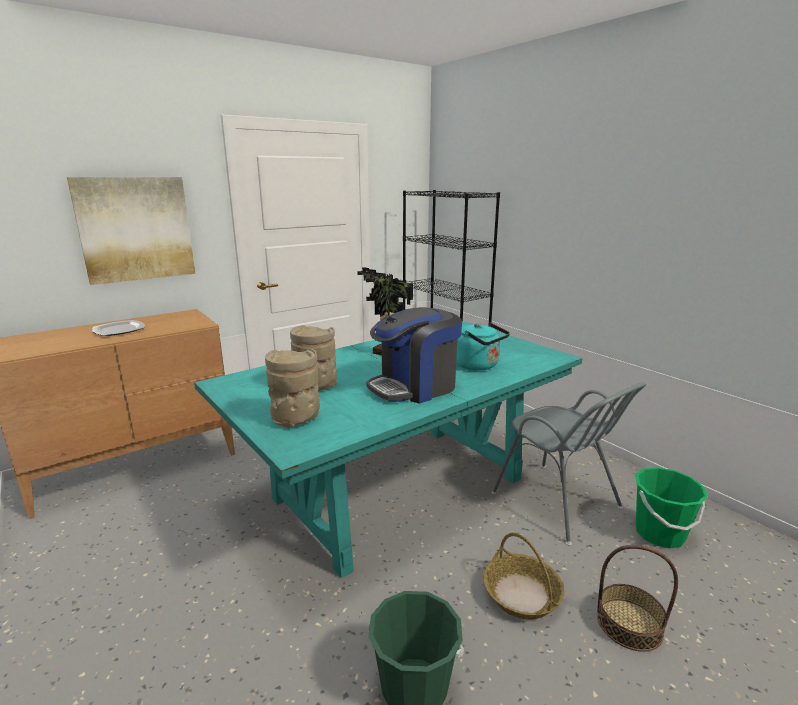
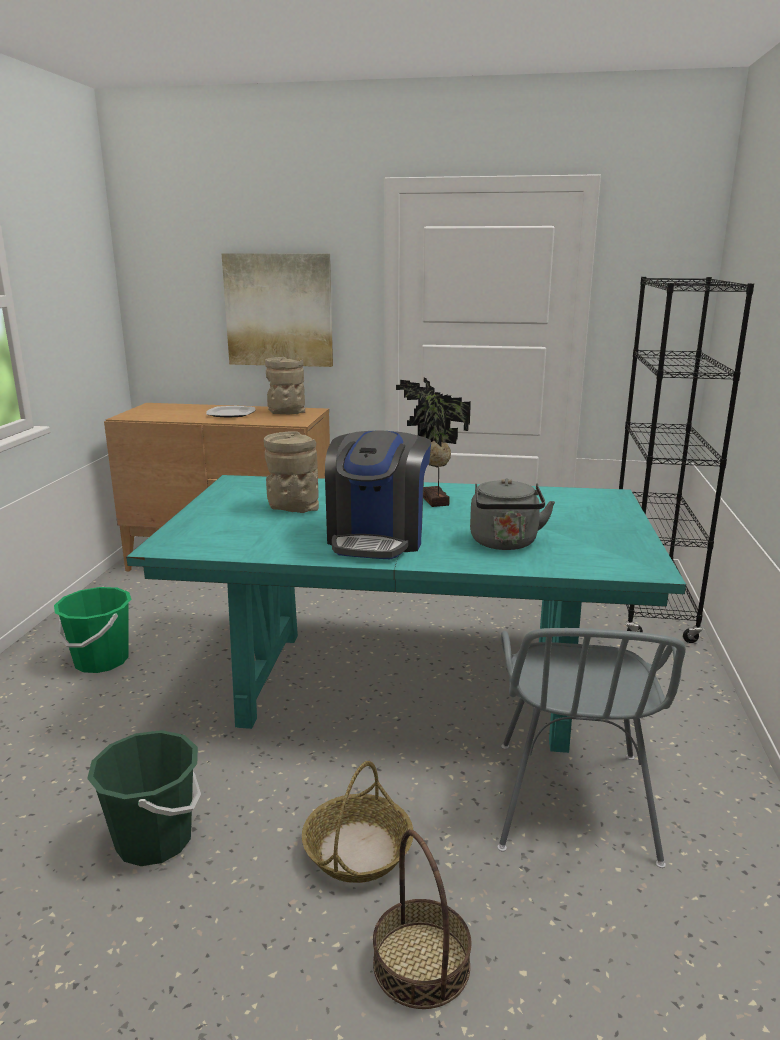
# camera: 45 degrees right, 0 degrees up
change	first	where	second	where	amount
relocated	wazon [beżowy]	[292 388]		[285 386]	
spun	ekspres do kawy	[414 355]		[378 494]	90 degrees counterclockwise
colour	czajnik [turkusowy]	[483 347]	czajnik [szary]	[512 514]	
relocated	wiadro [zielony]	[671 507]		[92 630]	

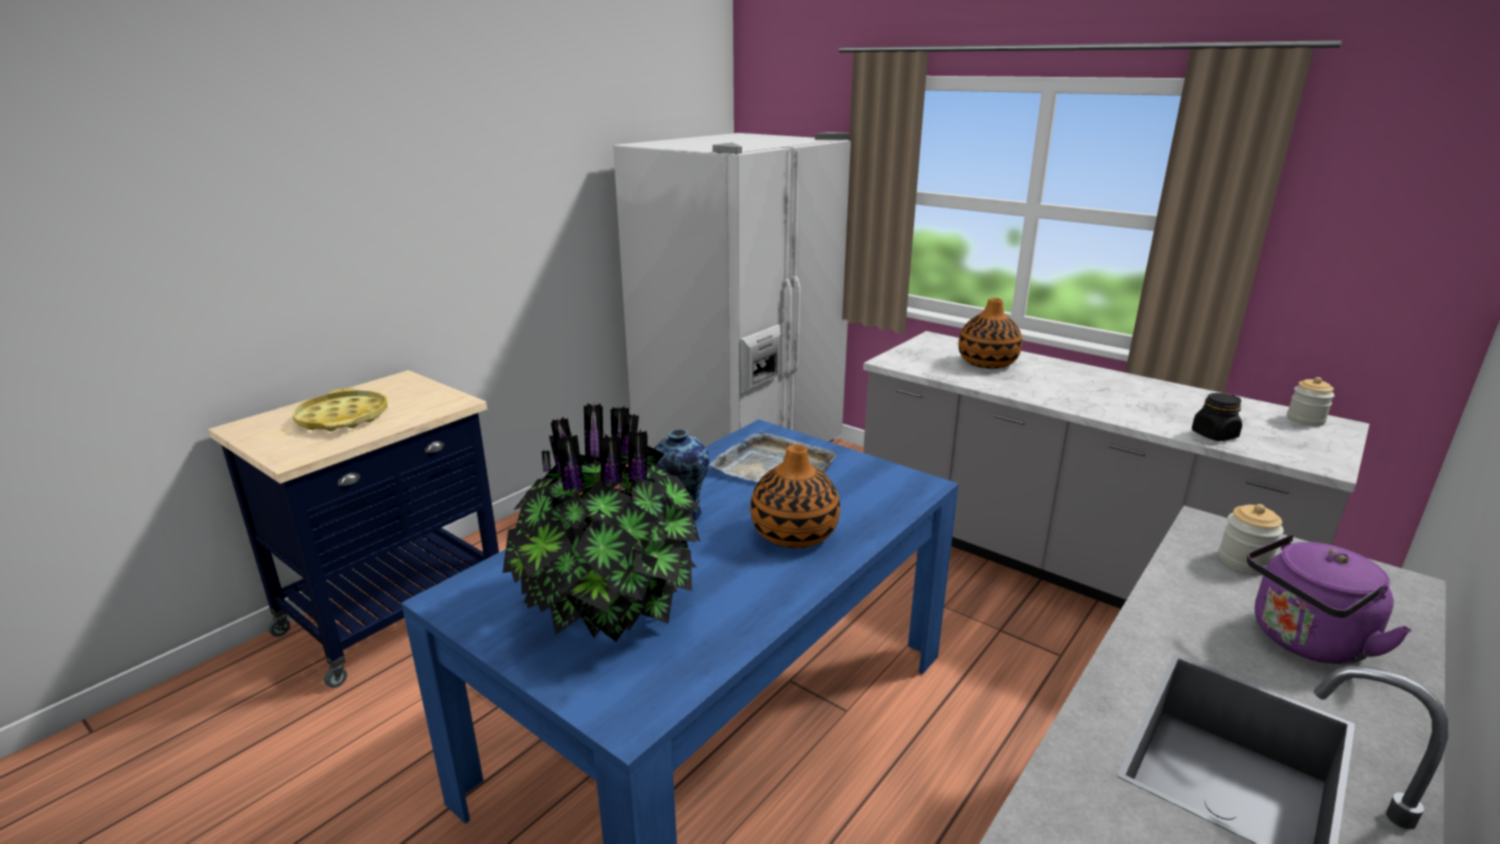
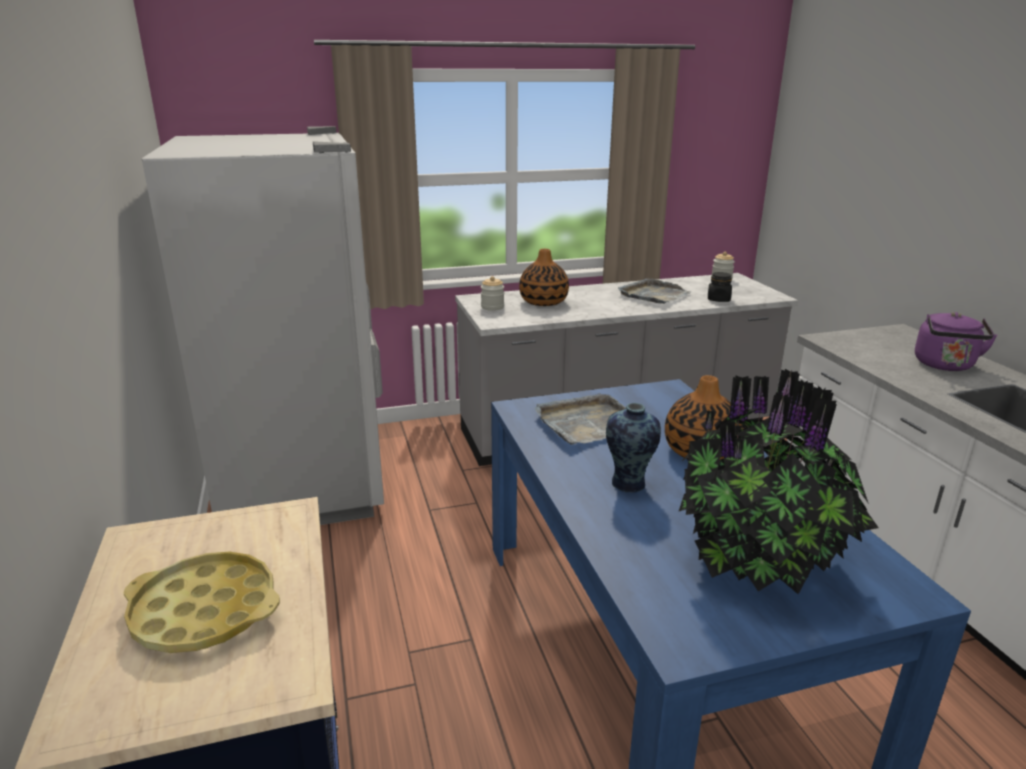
# camera: 55 degrees left, 0 degrees up
change	first	where	second	where	amount
relocated	słoik	[1251 539]		[492 293]	
appeared			taca [szary]	[654 291]	

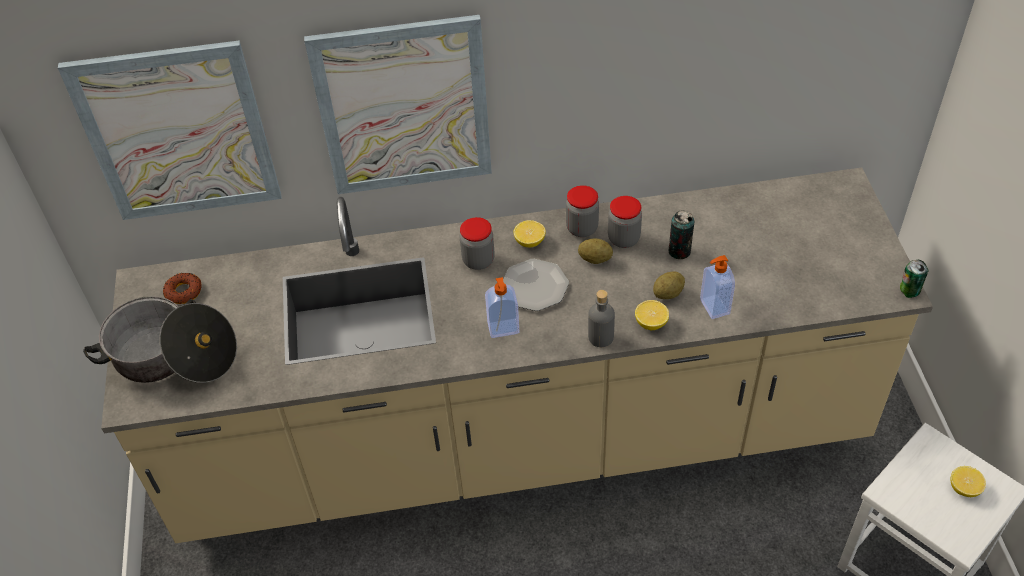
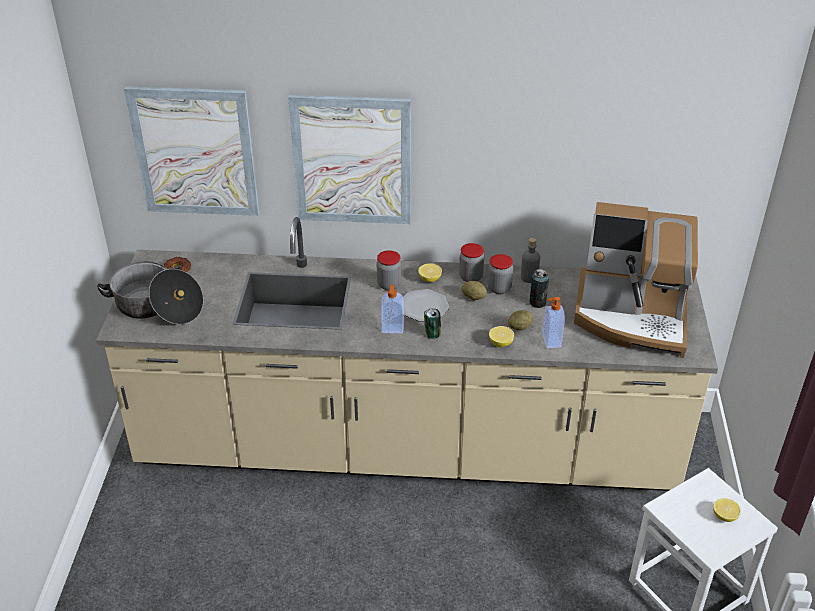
# camera: 10 degrees right, 10 degrees down
change	first	where	second	where	amount
relocated	butelka [szary]	[601 318]		[530 260]	
relocated	puszka	[914 279]		[432 323]	
appeared			ekspres do kawy	[636 280]	

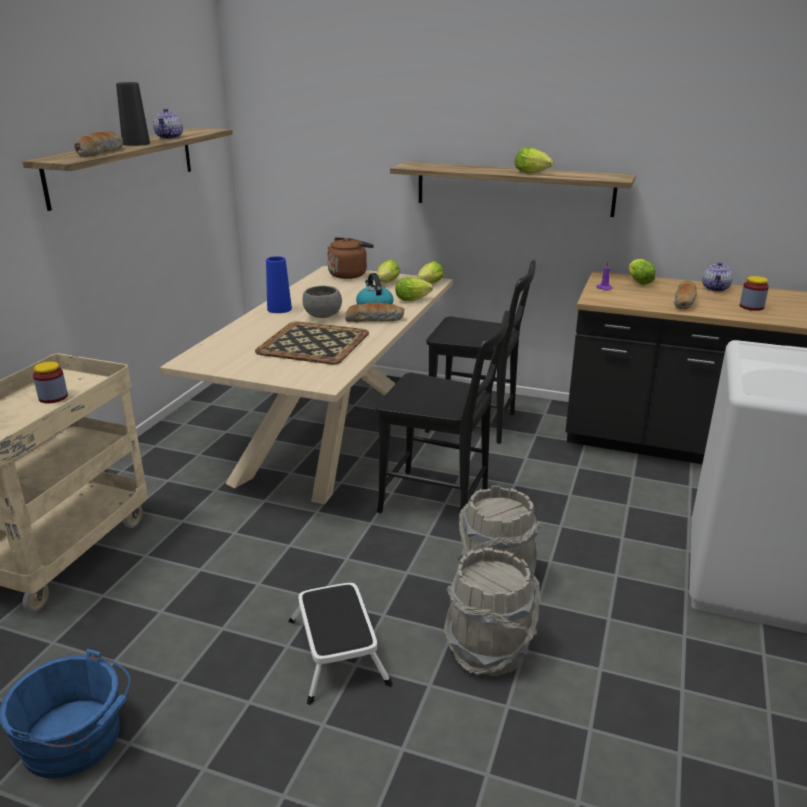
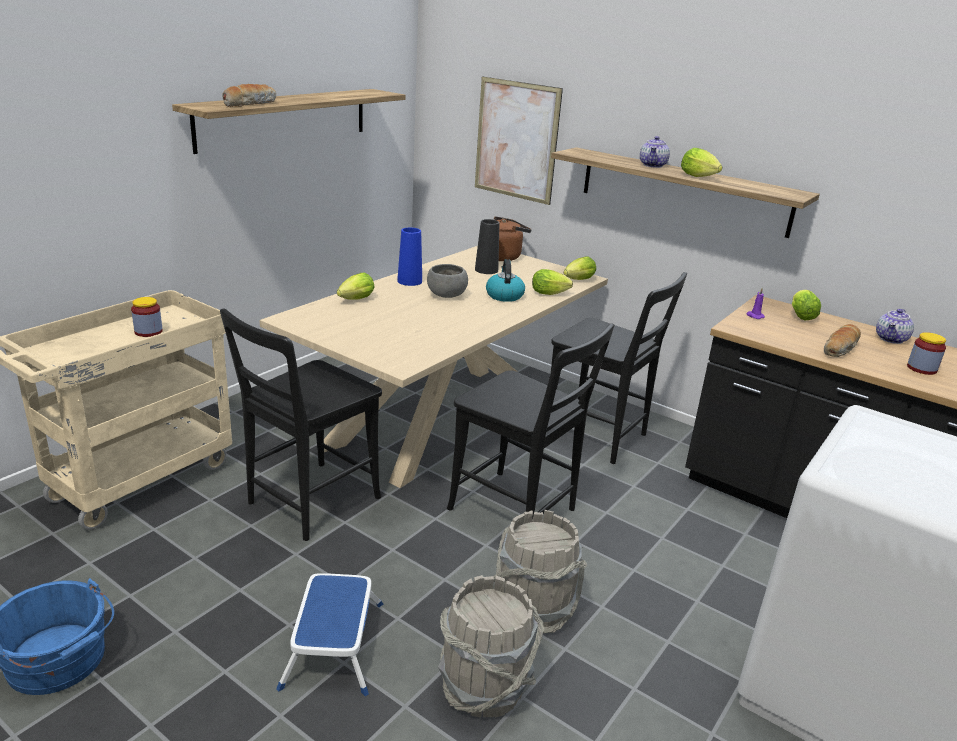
# camera: 15 degrees right, 0 degrees up
change	first	where	second	where	amount
relocated	wazon [czarny]	[133 114]		[487 246]	
relocated	imbryk	[168 123]		[655 152]	
missing	taca	[312 342]			
colour	drabinka [czarny]	[340 644]	drabinka [niebieski]	[330 634]	
missing	chleb	[375 312]			
relocated	sałata	[388 271]		[356 286]	
appeared			krzesło [czarny]	[301 425]	
appeared			obraz	[519 141]	

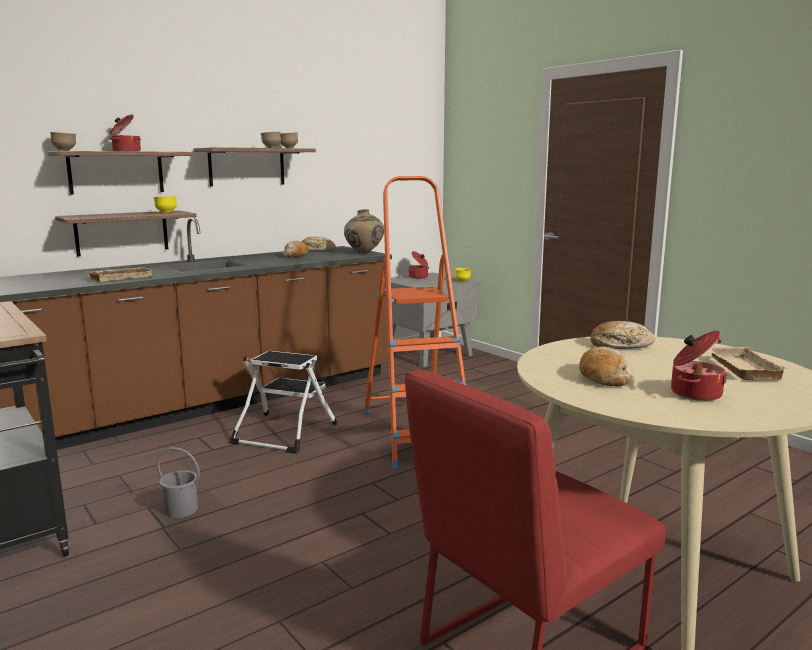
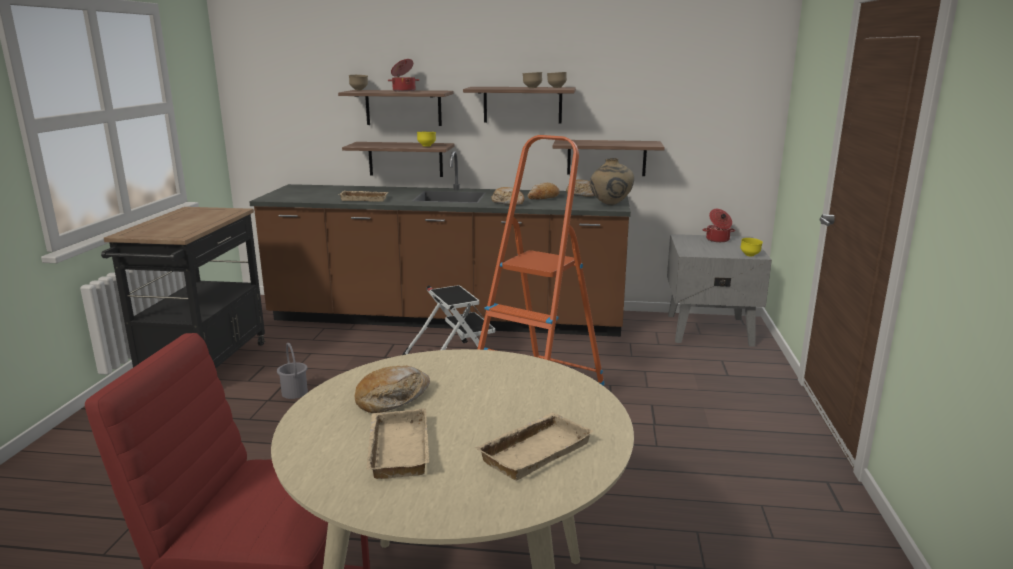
# camera: 45 degrees right, 5 degrees up
change	first	where	second	where	amount
relocated	chleb	[622 335]		[508 196]	
exchanged	garnek	[699 366]	taca [beżowy]	[397 443]	
appeared			półka	[609 158]	

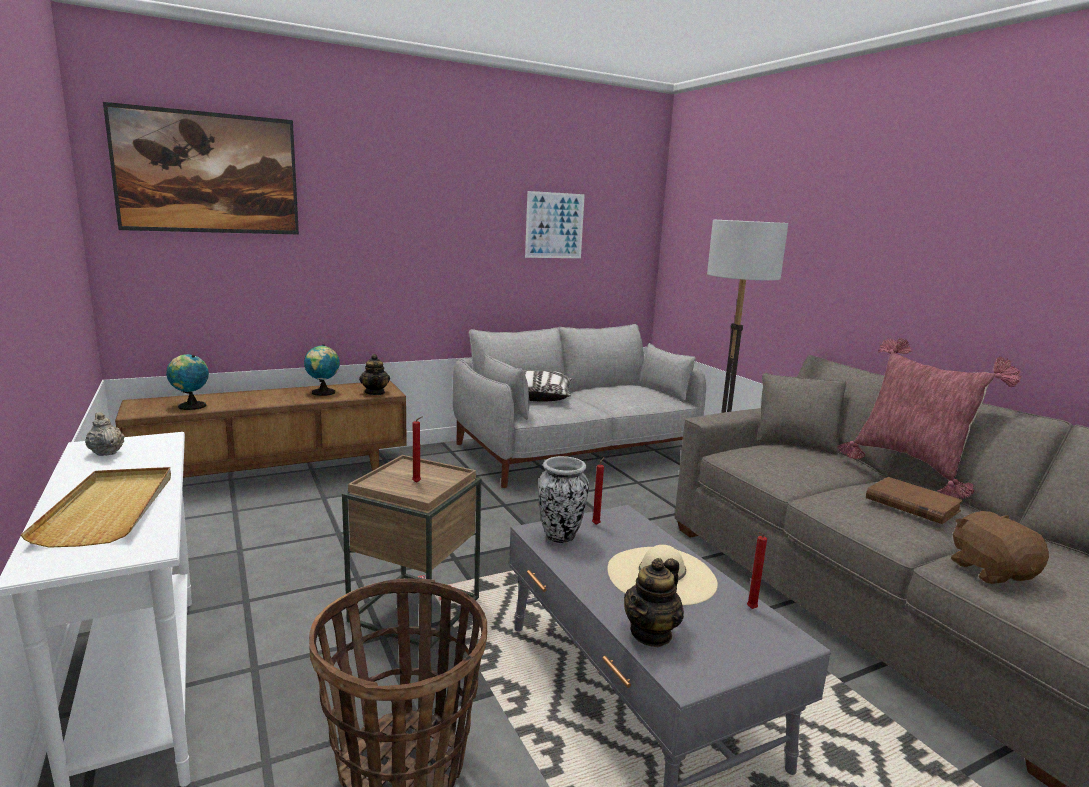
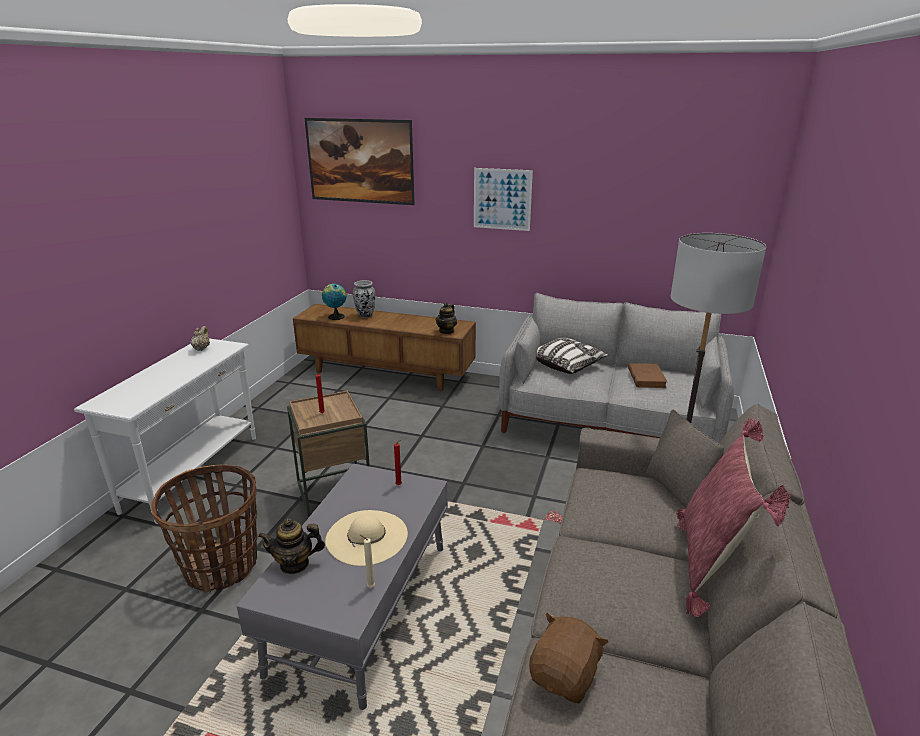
# camera: 45 degrees right, 10 degrees up
change	first	where	second	where	amount
missing	taca [beżowy]	[96 507]			
missing	globus	[322 370]			
relocated	obraz	[555 224]		[503 199]	
relocated	wazon	[563 500]		[364 299]	
colour	świeca [czerwony]	[757 570]	świeca [beżowy]	[367 561]	
relocated	książka [brązowy]	[914 500]		[647 375]	

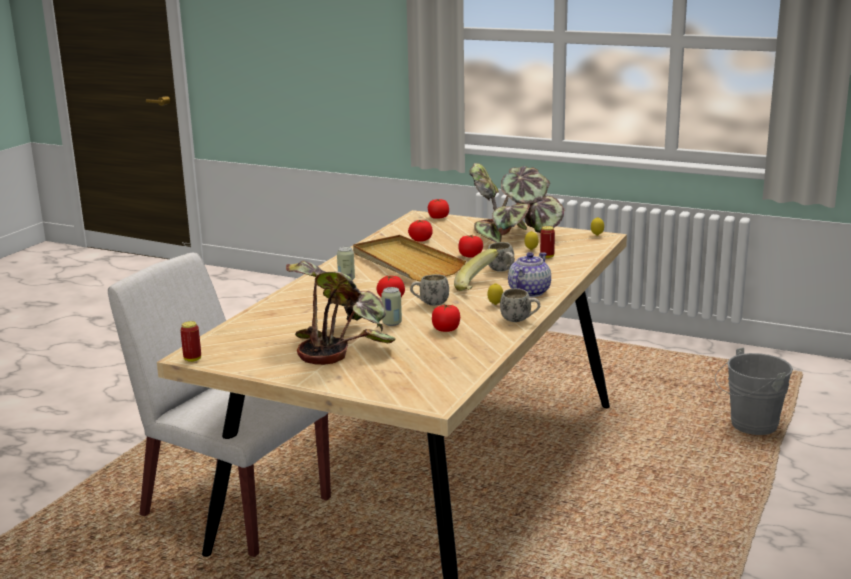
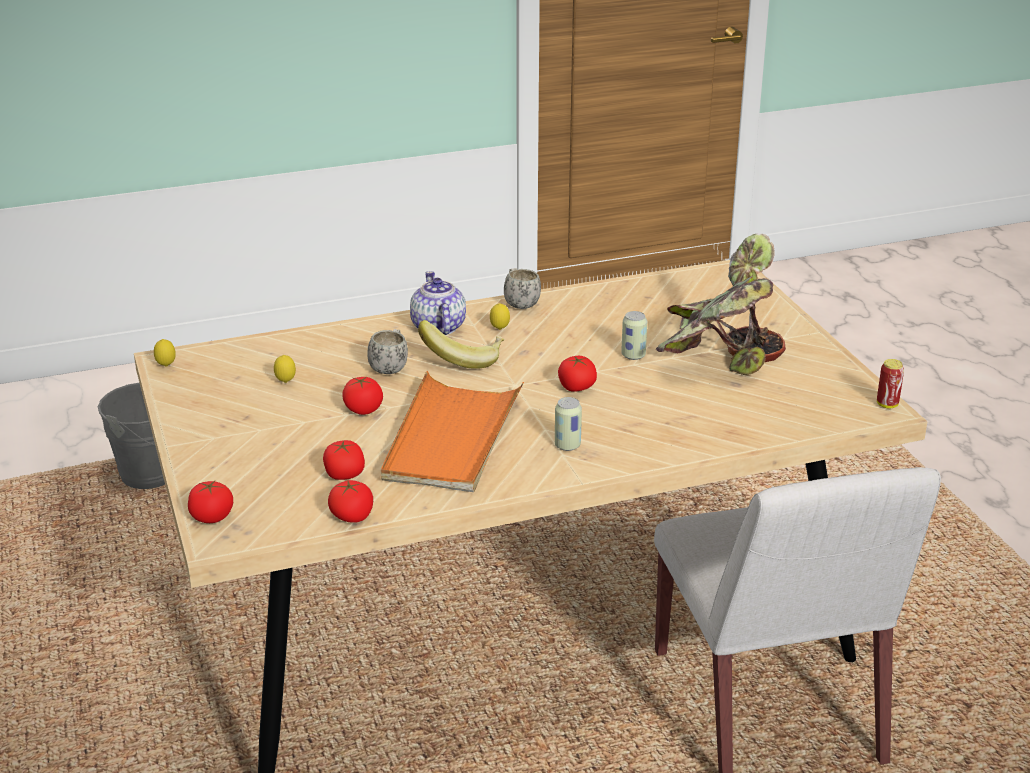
# camera: 135 degrees left, 10 degrees up
change	first	where	second	where	amount
colour	taca [beżowy]	[409 258]	taca [pomarańczowy]	[452 431]	
missing	kubek [biały]	[429 290]			
relocated	pomidor	[446 318]		[350 501]	
missing	roślina doniczkowa	[516 203]			
spun	imbryk	[529 274]		[438 303]	90 degrees clockwise
missing	puszka	[547 242]			

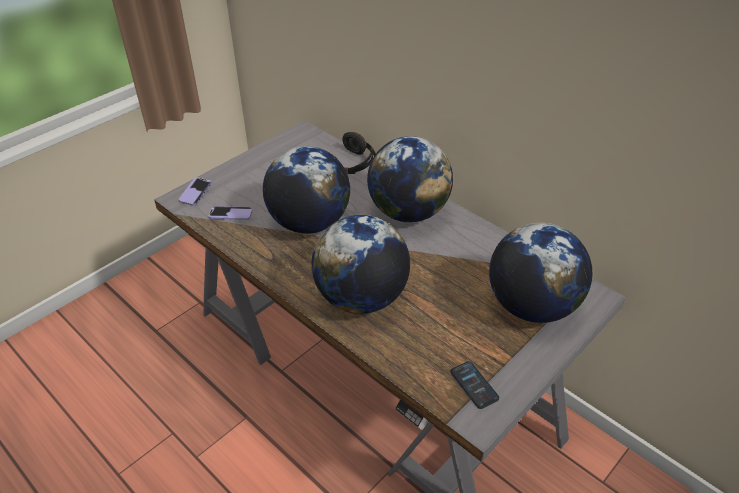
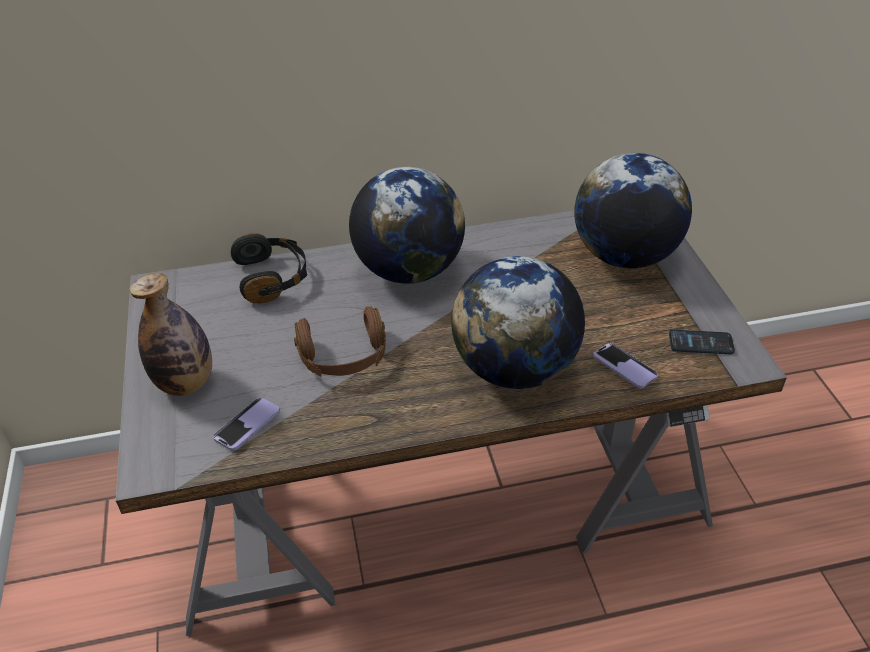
# camera: 55 degrees left, 0 degrees up
change	first	where	second	where	amount
relocated	telefon	[195 191]		[625 365]	
exchanged	globus	[306 190]	słuchawki [brązowy]	[340 341]	
appeared			butelka	[170 334]	

